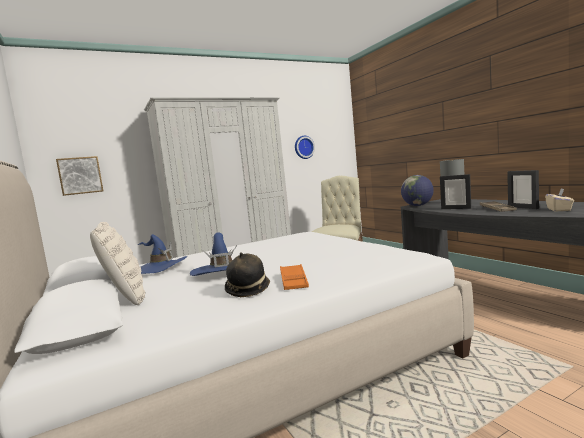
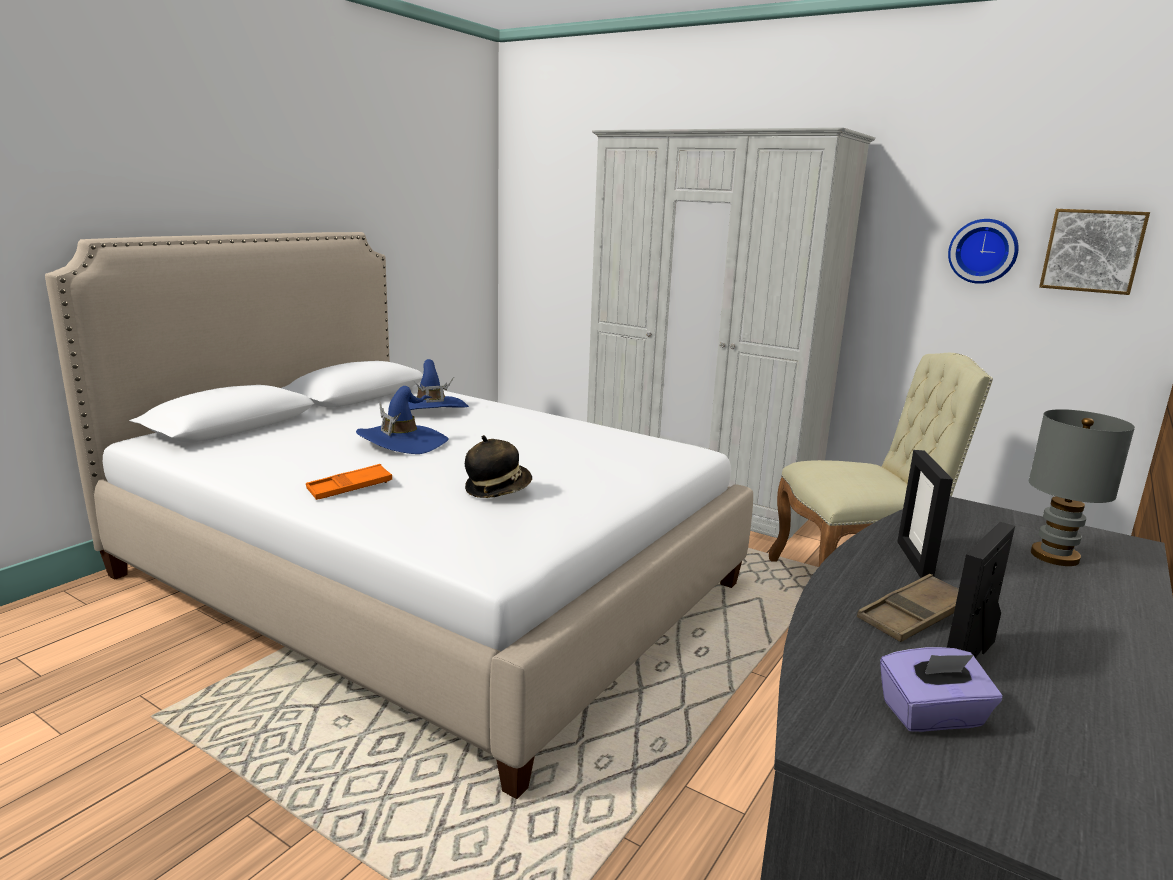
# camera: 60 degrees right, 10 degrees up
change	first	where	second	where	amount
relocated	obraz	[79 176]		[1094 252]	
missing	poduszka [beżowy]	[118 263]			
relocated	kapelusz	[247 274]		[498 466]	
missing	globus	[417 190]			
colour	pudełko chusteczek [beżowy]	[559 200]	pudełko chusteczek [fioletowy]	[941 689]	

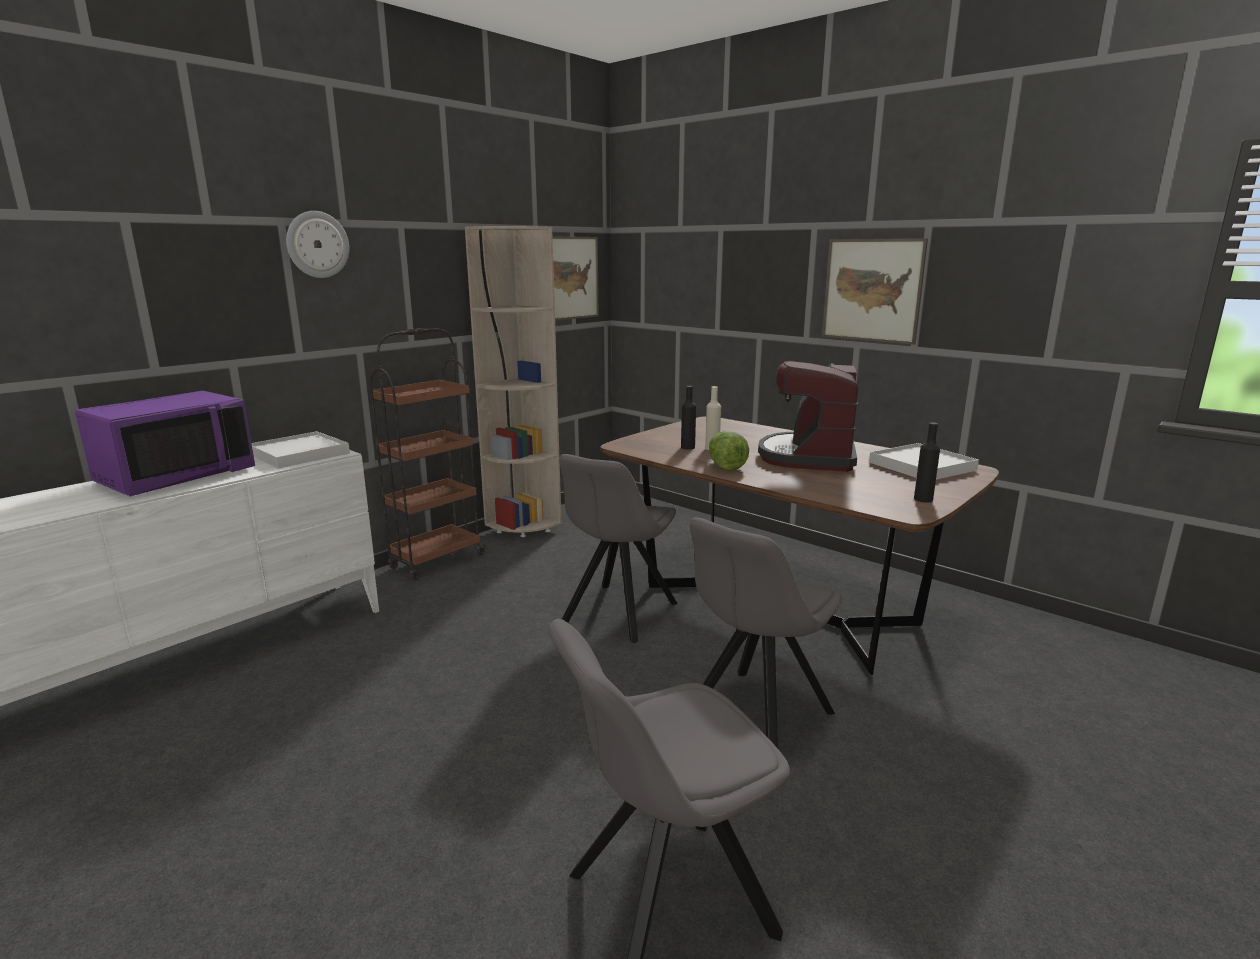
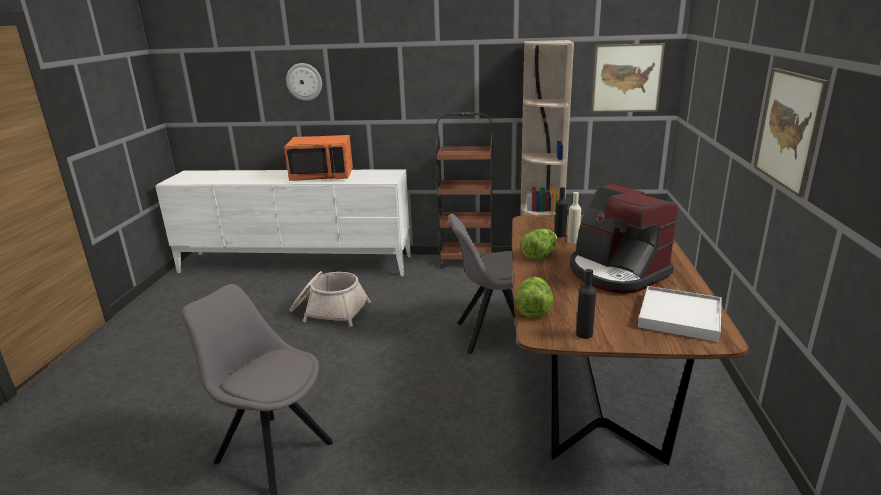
# camera: 55 degrees right, 5 degrees up
change	first	where	second	where	amount
colour	mikrofalówka [fioletowy]	[165 443]	mikrofalówka [pomarańczowy]	[318 158]	
missing	taca [biały]	[301 449]			
relocated	zegar ścienny	[317 244]		[304 82]	
missing	krzesło [szary]	[766 632]			
spun	ekspres do kawy	[808 416]		[624 239]	105 degrees counterclockwise
appeared			koszyk	[330 299]	
appeared			sałata	[534 297]	

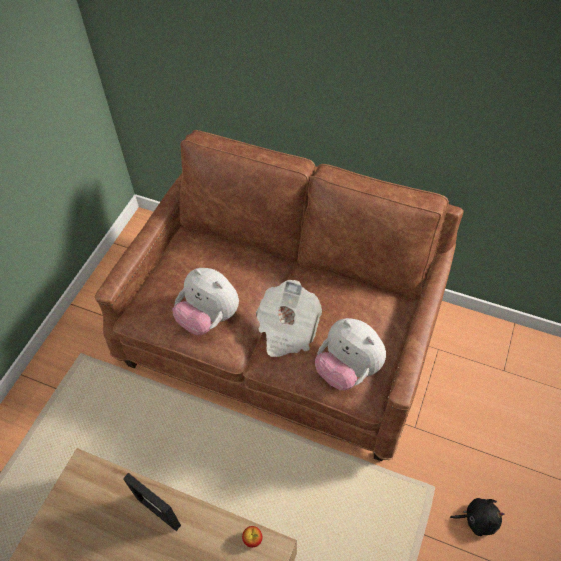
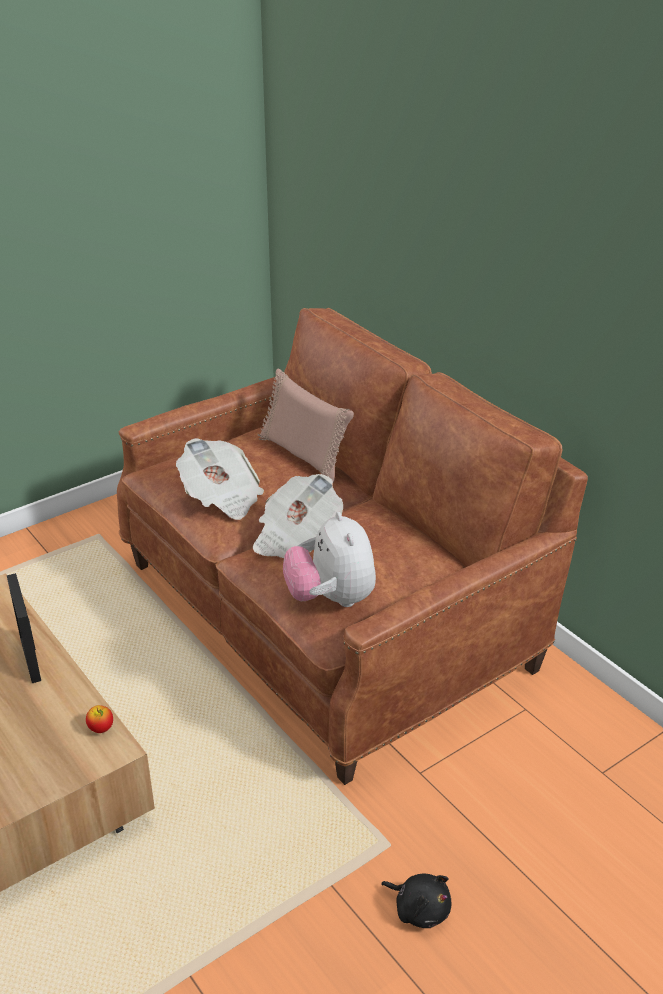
# camera: 30 degrees right, 20 degrees down
change	first	where	second	where	amount
exchanged	pluszak	[205 301]	gazeta	[220 479]	
appeared			poduszka [beżowy]	[306 426]	

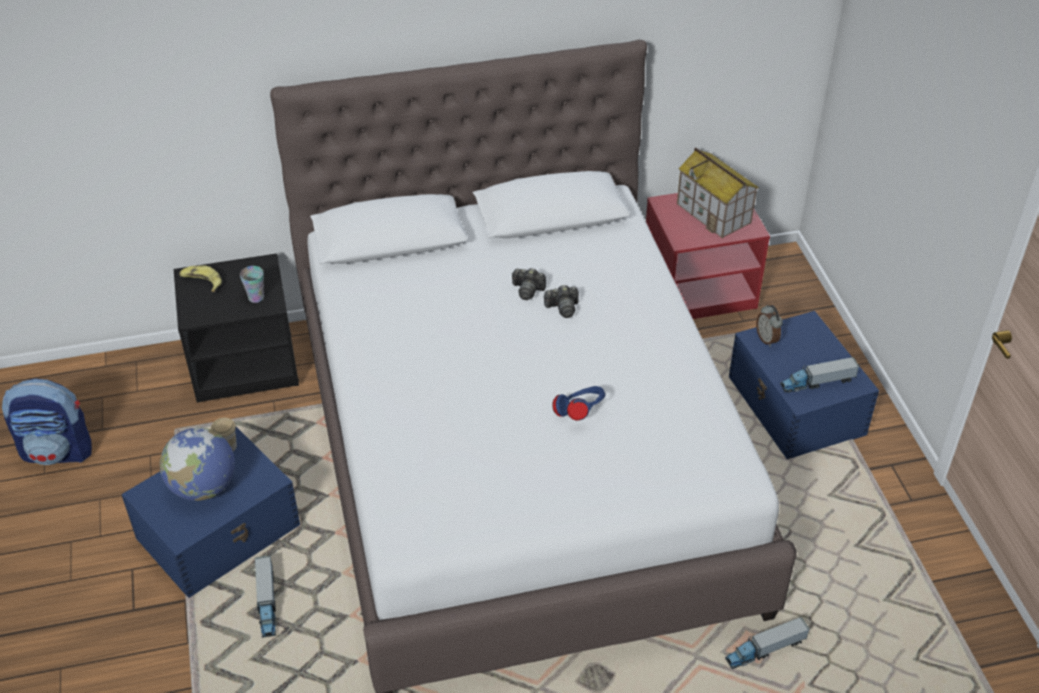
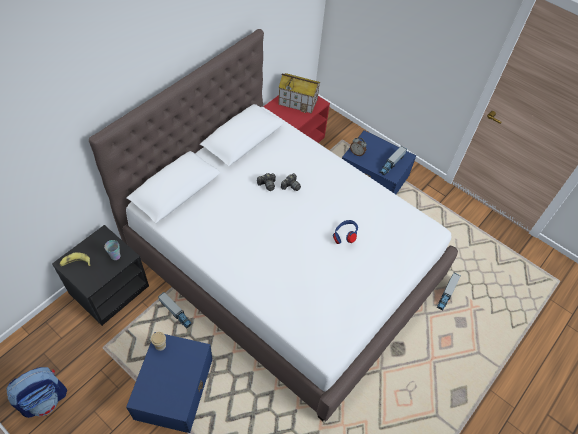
# camera: 40 degrees left, 10 degrees up
change	first	where	second	where	amount
missing	globus	[197 464]			
relocated	ciężarówka zabawkowa	[266 597]		[175 310]	

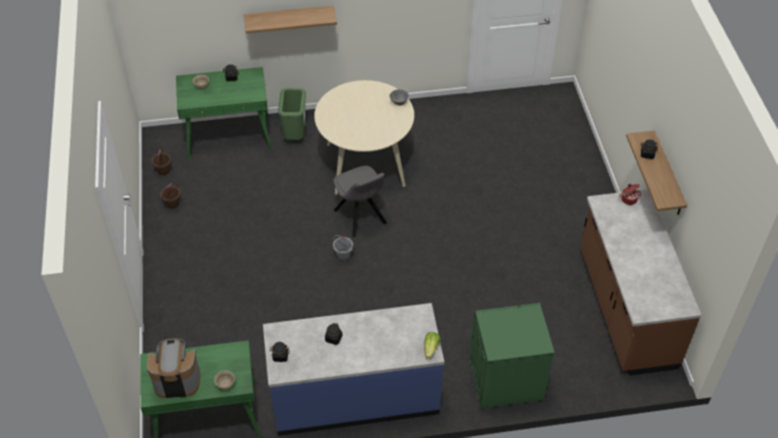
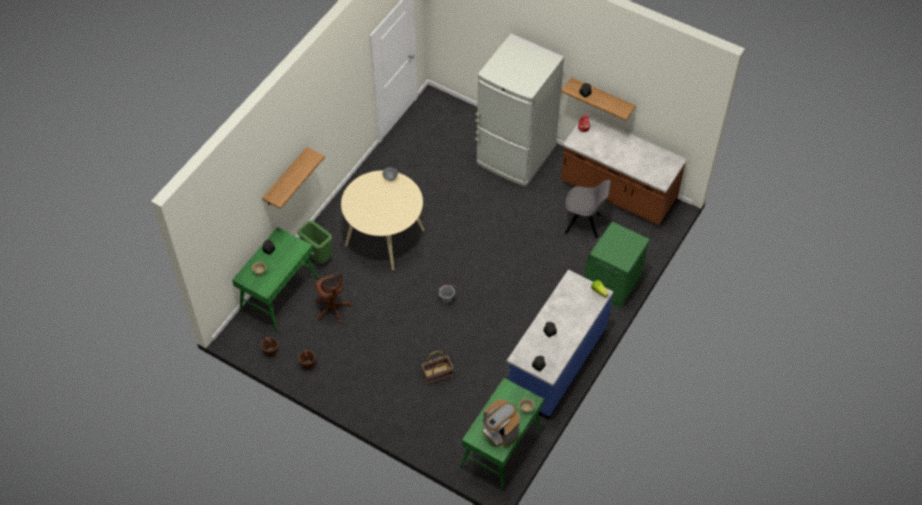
# camera: 50 degrees left, 5 degrees up
change	first	where	second	where	amount
spun	ekspres do kawy	[173 368]		[501 423]	75 degrees counterclockwise
relocated	krzesło [szary]	[360 201]		[588 209]	
appeared			krzesło biurowe [brązowy]	[333 298]	
appeared			koszyk	[437 367]	
appeared			lodówka [biały]	[519 109]	

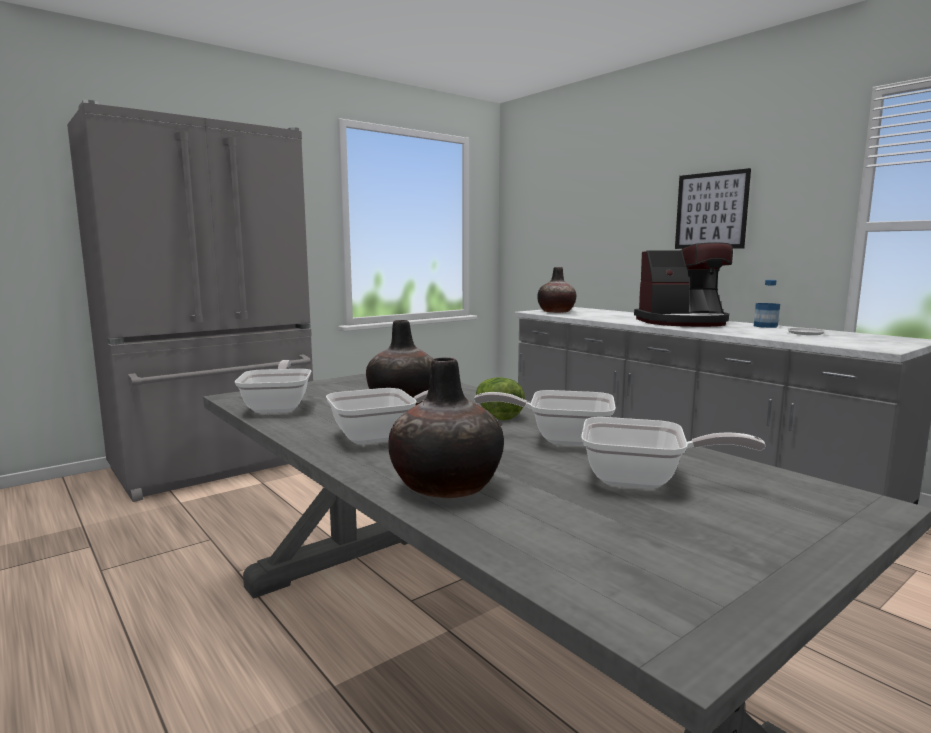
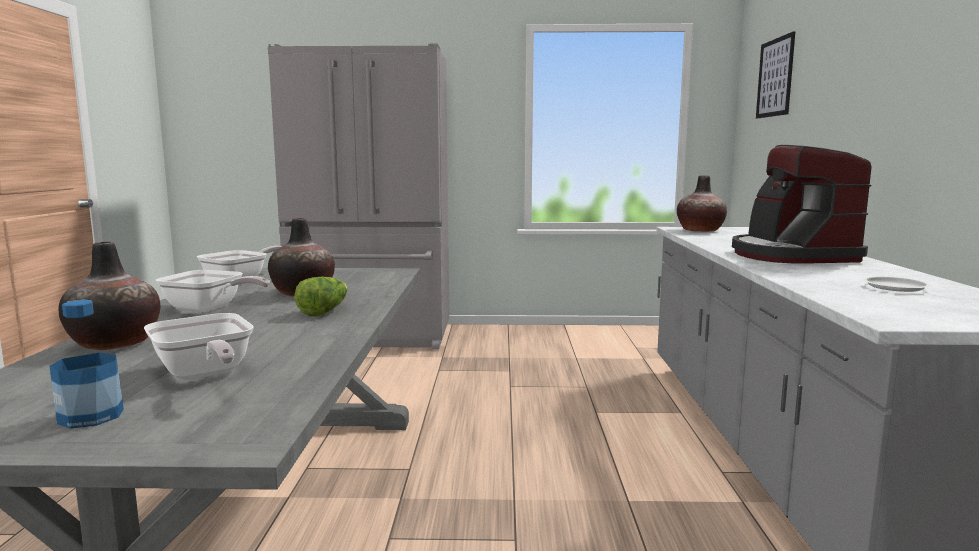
# camera: 40 degrees right, 0 degrees up
change	first	where	second	where	amount
missing	patelnia	[545 418]			
spun	ekspres do kawy	[683 284]		[802 204]	45 degrees clockwise
relocated	obraz	[713 208]		[775 75]	
relocated	butelka	[767 304]		[86 364]	

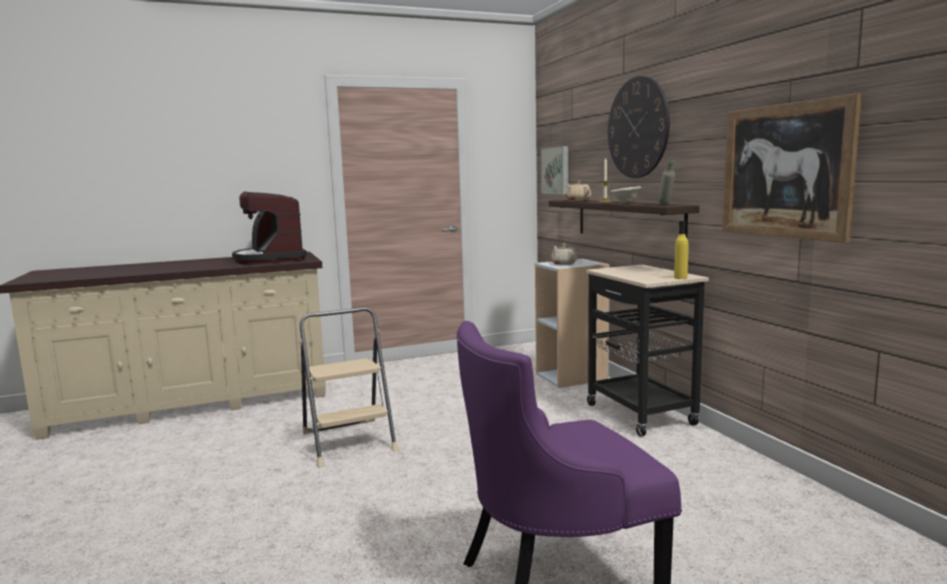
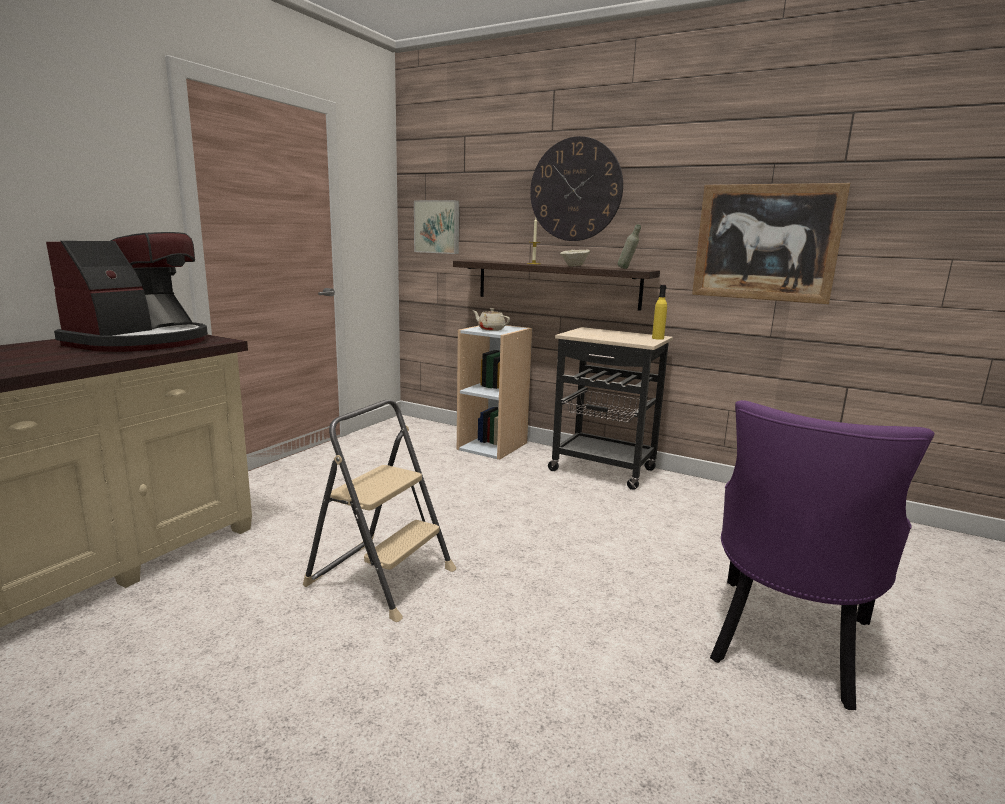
# camera: 40 degrees left, 5 degrees up
change	first	where	second	where	amount
spun	ekspres do kawy	[269 228]		[127 292]	90 degrees counterclockwise
missing	imbryk [beżowy]	[578 190]			

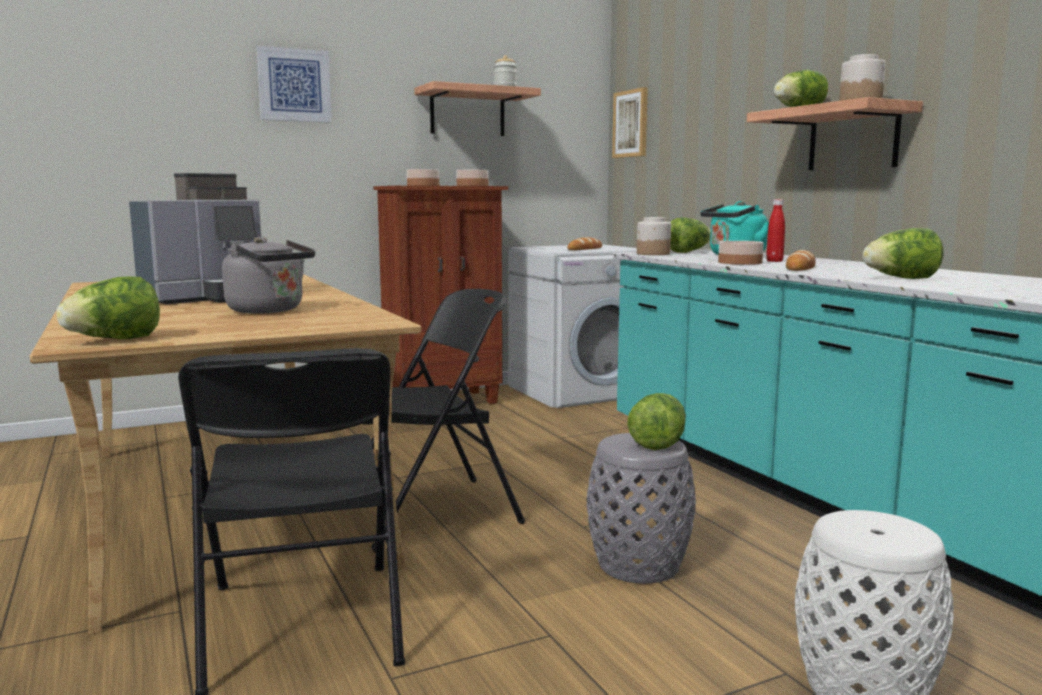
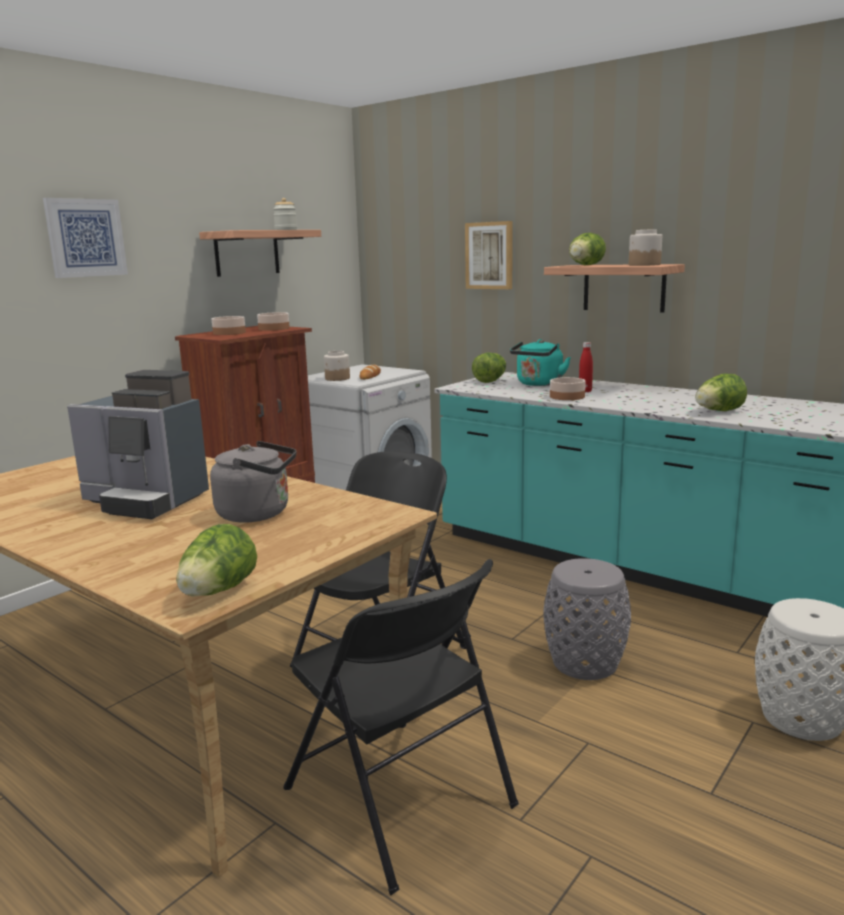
# camera: 25 degrees left, 5 degrees up
change	first	where	second	where	amount
spun	ekspres do kawy	[195 238]		[138 444]	90 degrees clockwise
relocated	obraz	[630 122]		[489 255]	
missing	sałata	[656 421]			
relocated	słoik	[654 236]		[337 366]	
missing	chleb	[801 260]			

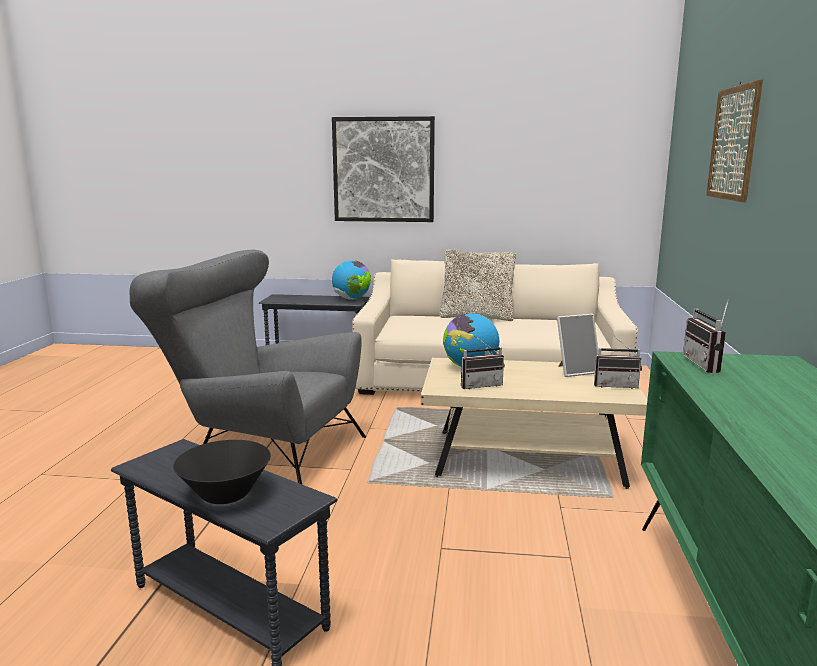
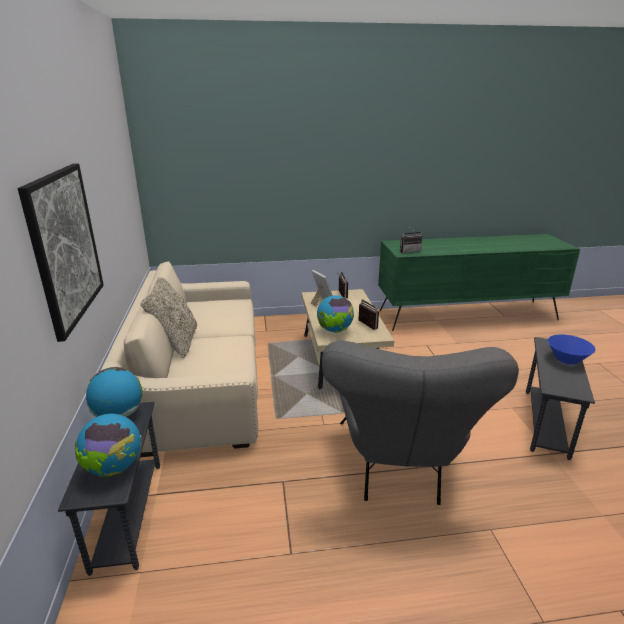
# camera: 105 degrees left, 10 degrees up
change	first	where	second	where	amount
colour	miska [czarny]	[222 472]	miska [niebieski]	[572 349]	
missing	obraz	[734 141]			
appeared			globus	[108 445]	

